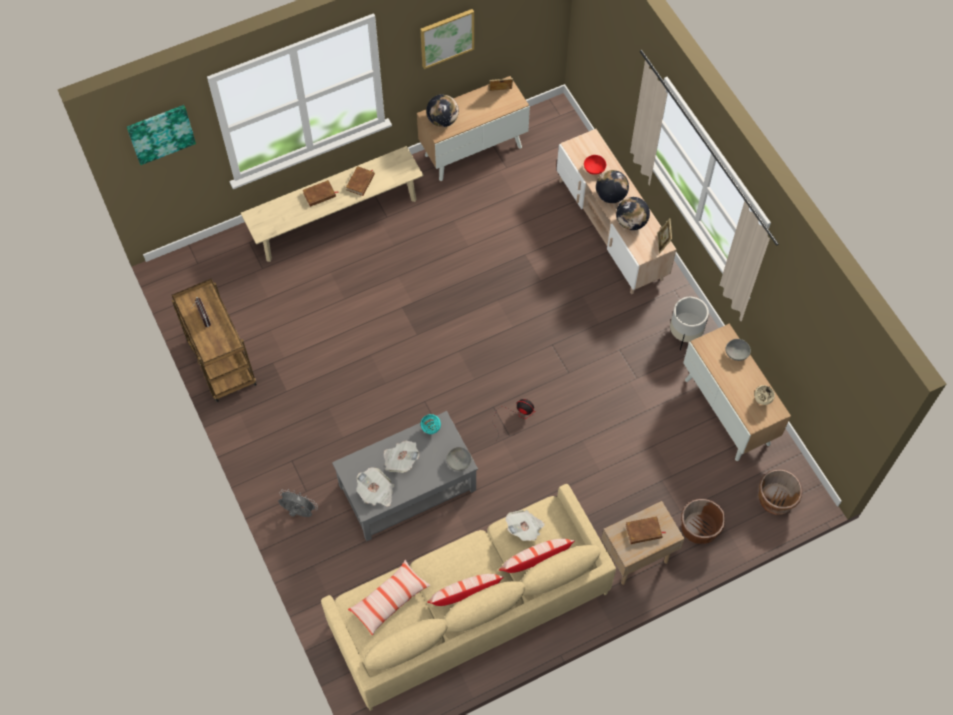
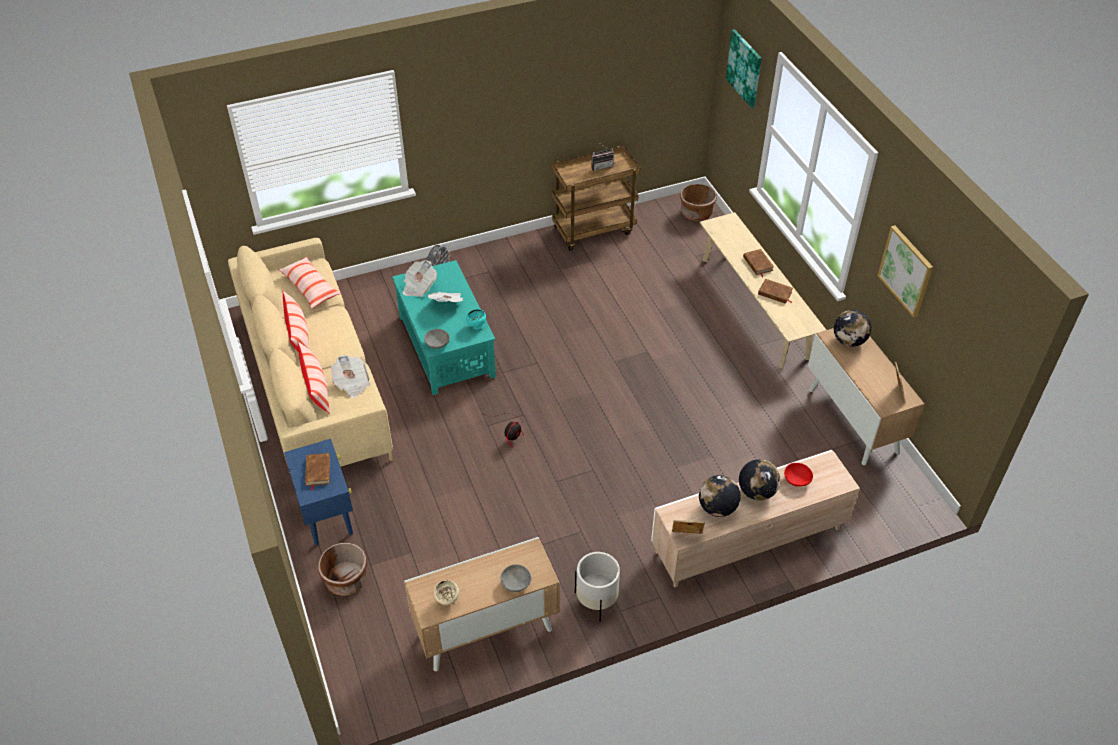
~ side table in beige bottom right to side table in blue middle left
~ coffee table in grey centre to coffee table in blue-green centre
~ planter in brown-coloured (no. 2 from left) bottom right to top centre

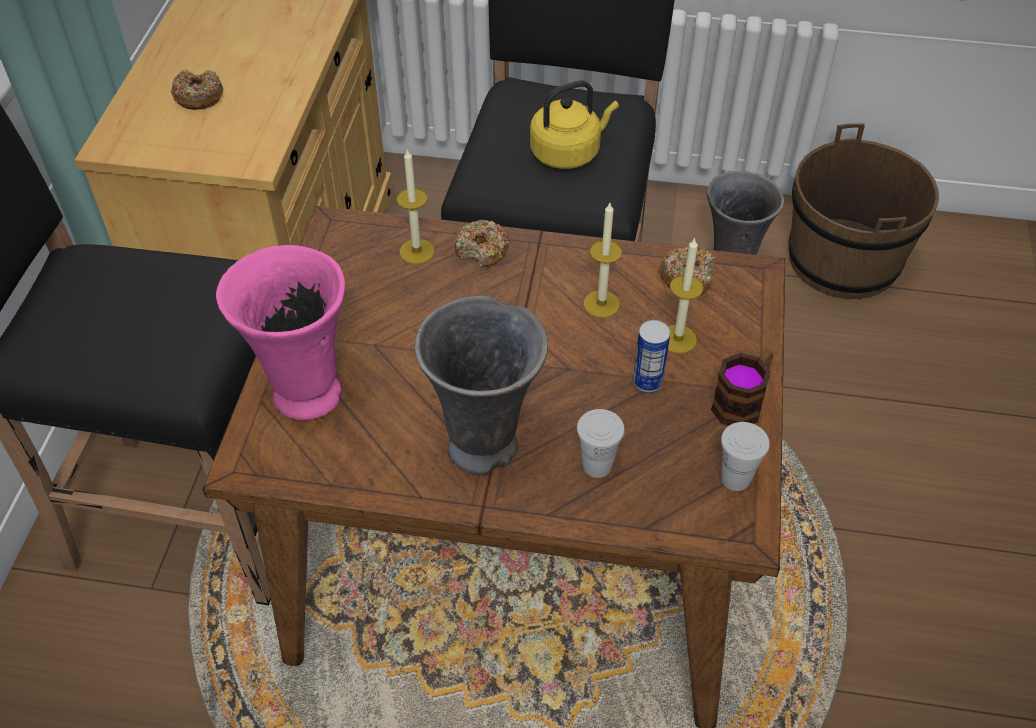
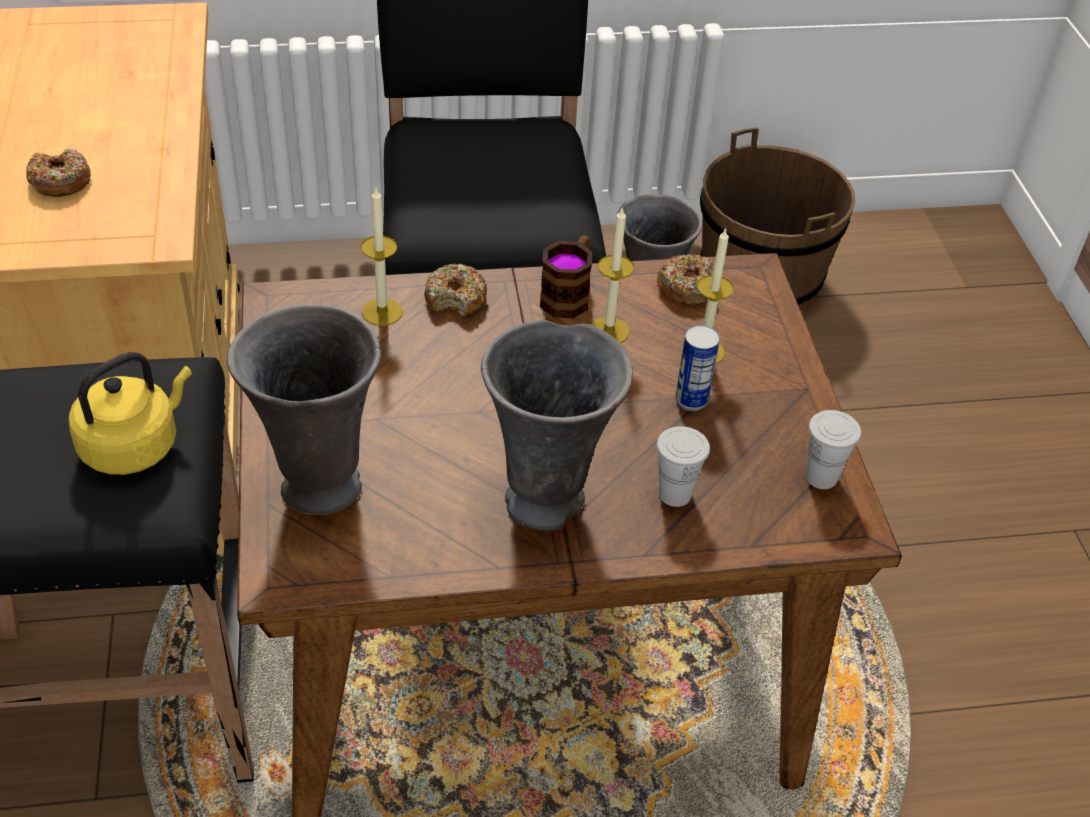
~ tea kettle in yellowish top centre to middle left
~ vase in pink middle left to vase in grey (no. 1 from left) middle left
~ tea mug middle right to centre

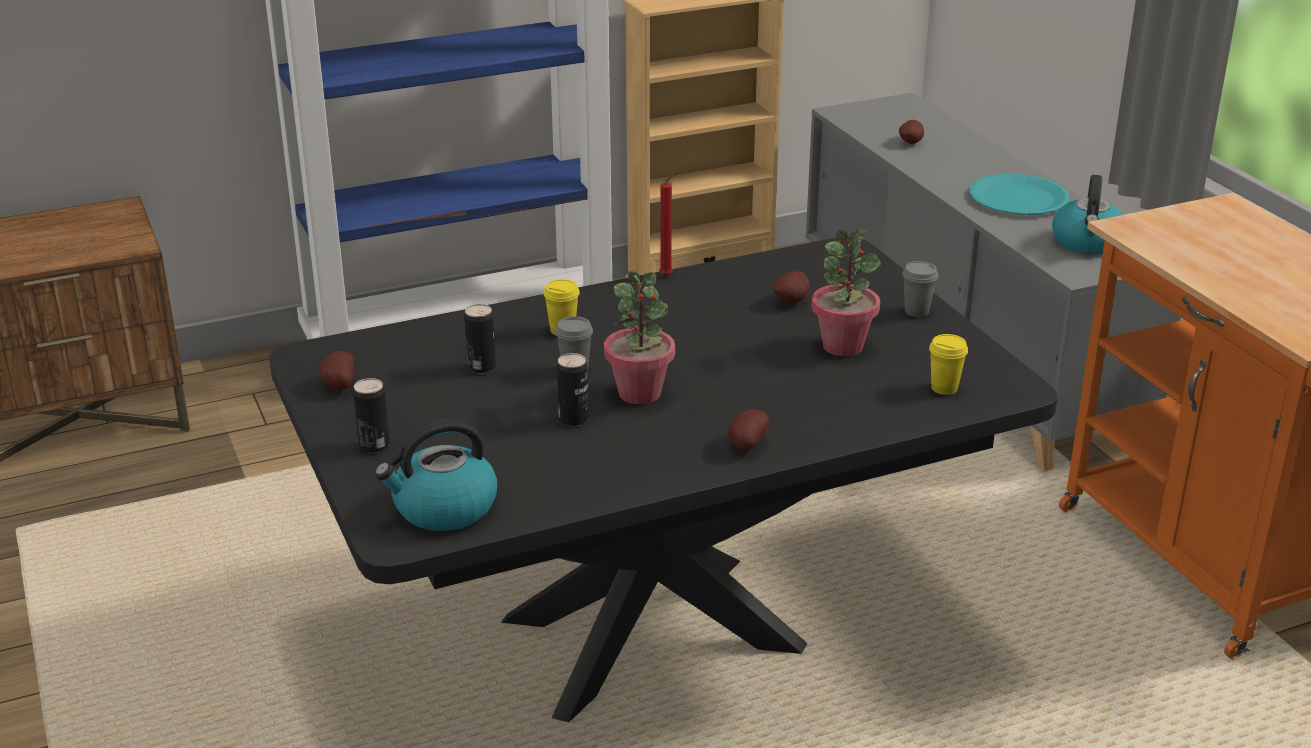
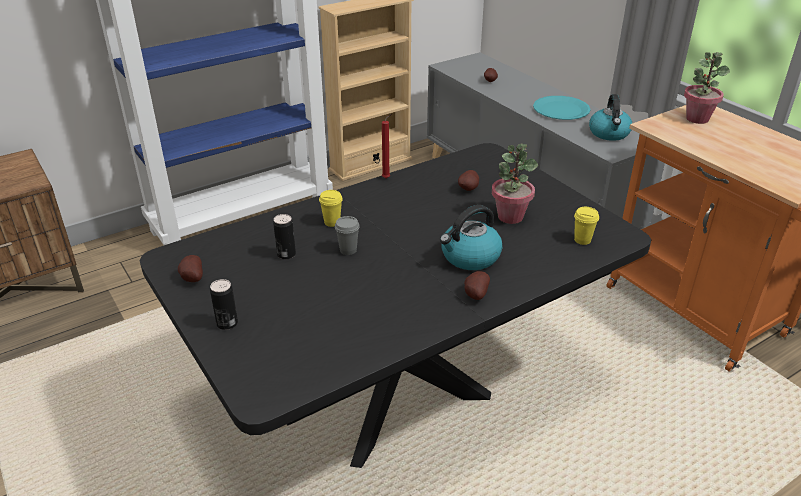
~ tea kettle (no. 1 from left) middle left to centre
~ potted plant (no. 1 from left in the first image) centre to potted plant (no. 2 from left) top right
- can (no. 3 from left) centre
- drinking cup in grey (no. 2 from left) middle right

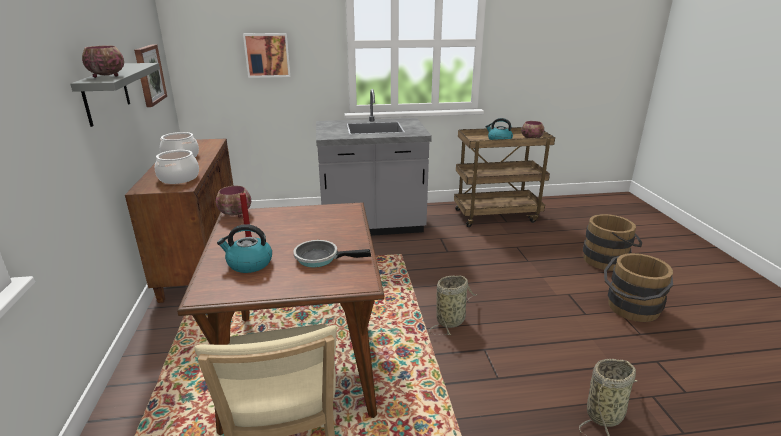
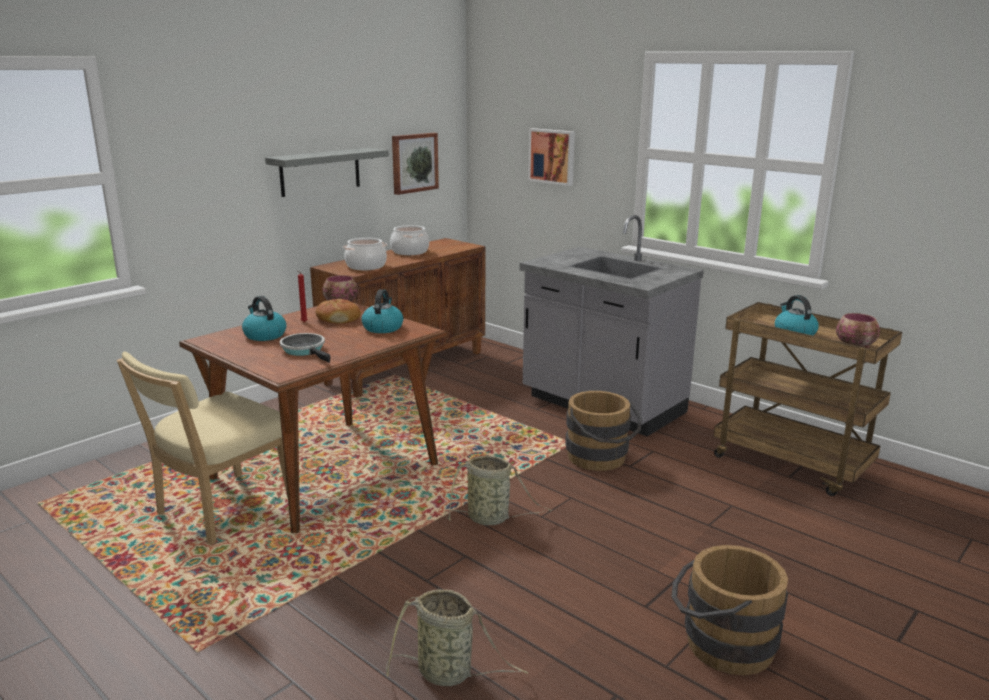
+ bread centre
+ tea kettle (no. 2 from left) centre
~ bucket in brown-coloured (no. 1 from left) middle right to centre
- bowl (no. 1 from left) top left

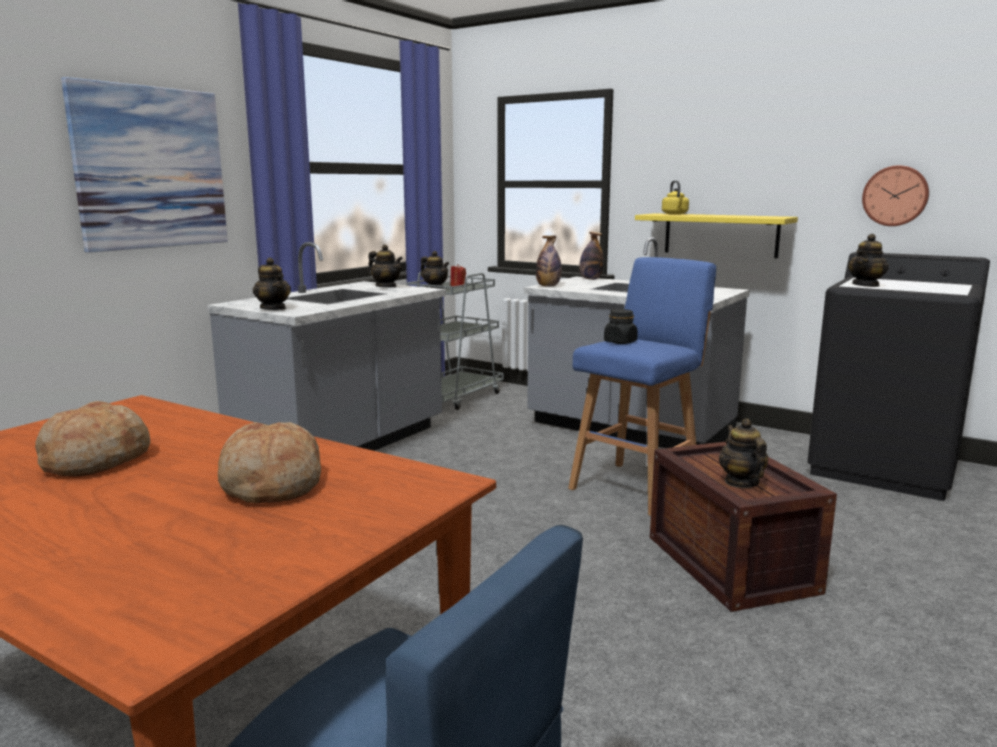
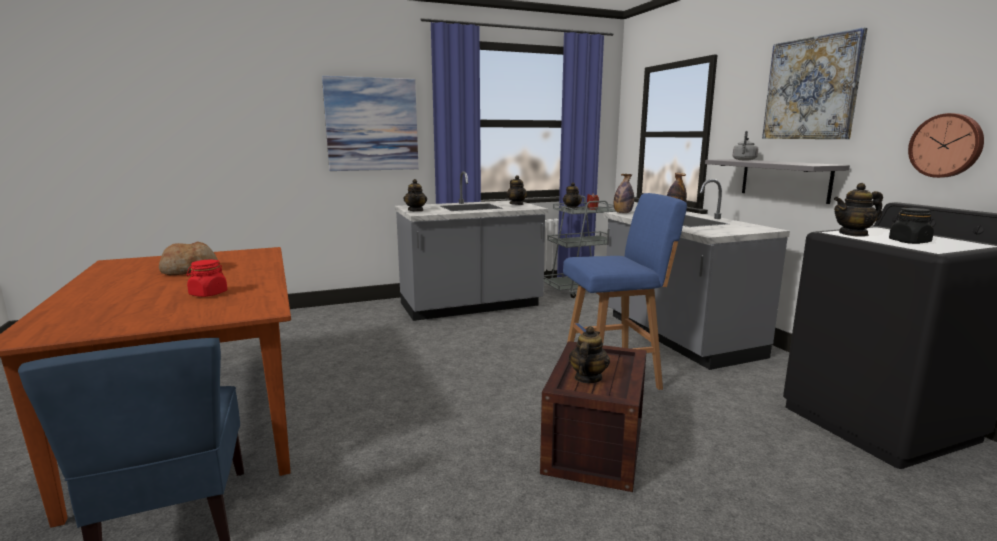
~ bread (no. 2 from left) middle left to storage jar in red-coloured middle left
~ bracket shelf in yellowish top right to bracket shelf in grey middle right
~ tea kettle in yellowish top right to tea kettle in grey top right
+ wall picture (no. 2 from left) top right
~ storage jar in black centre to middle right

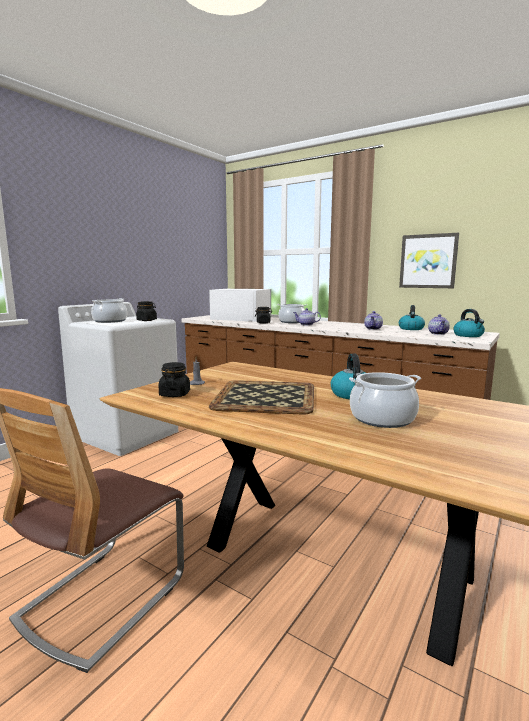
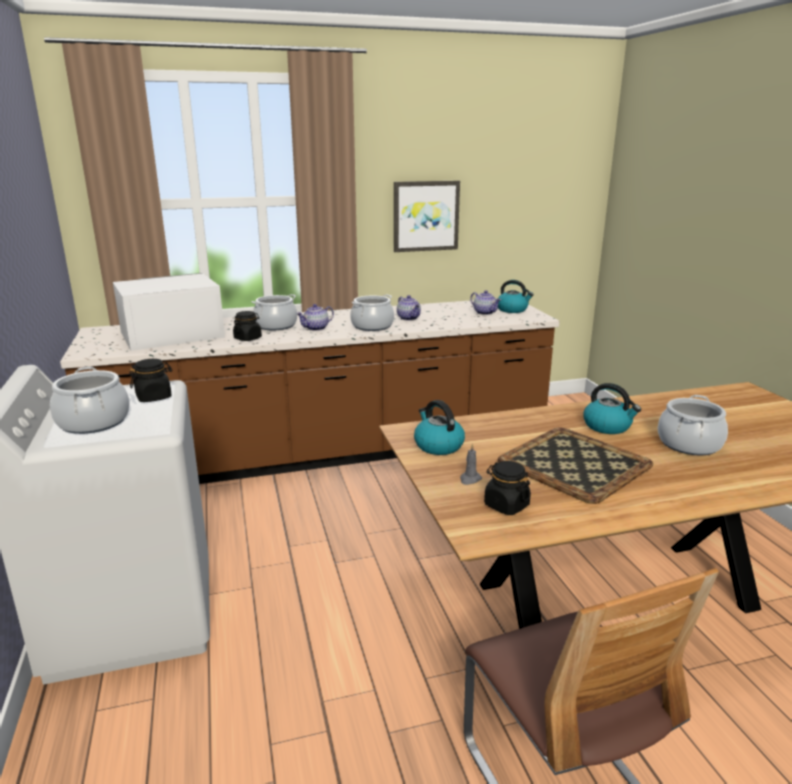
+ stockpot (no. 3 from left) centre
~ tea kettle (no. 2 from left in the first image) middle right to tea kettle (no. 1 from left) centre

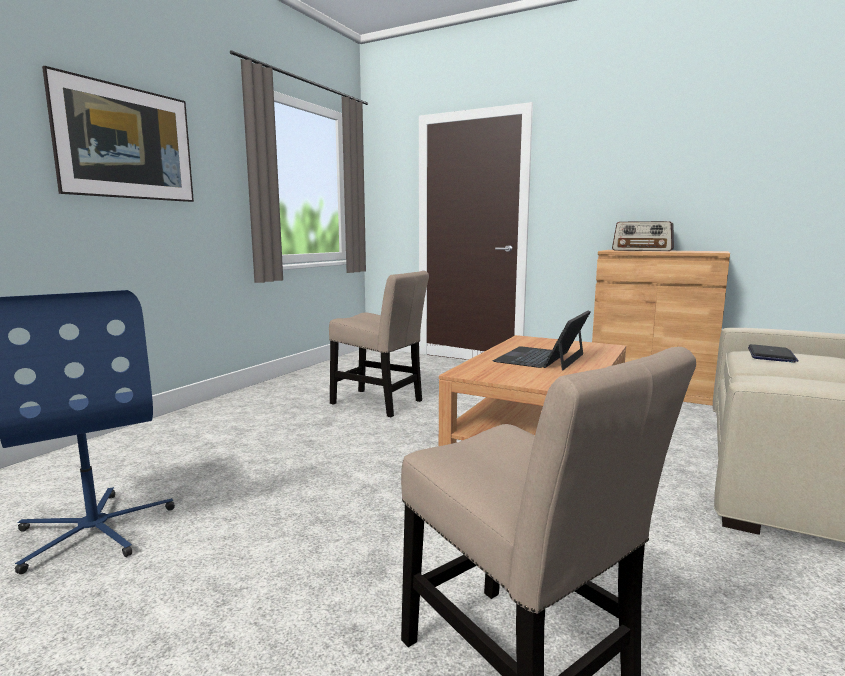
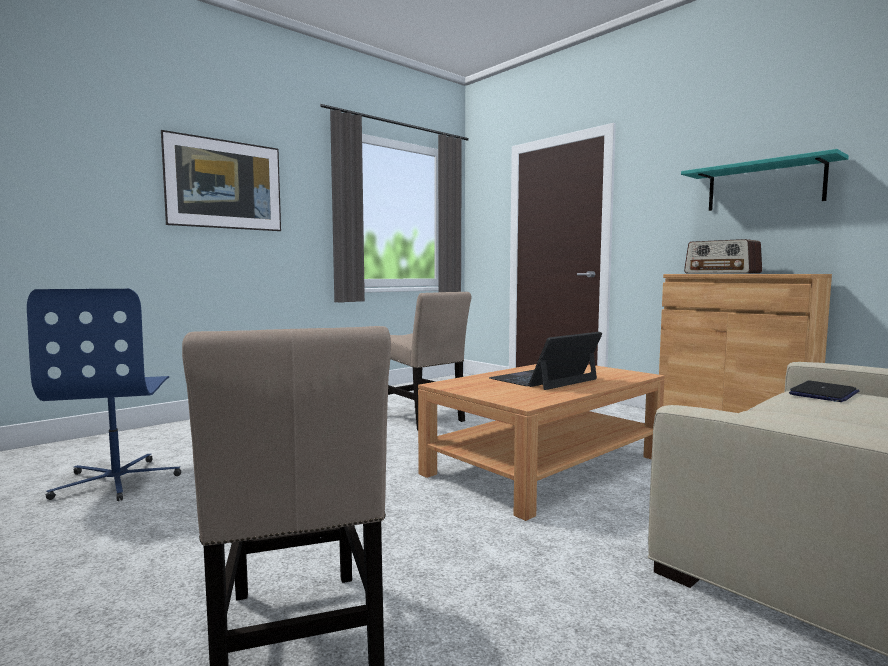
+ bracket shelf in blue-green top right

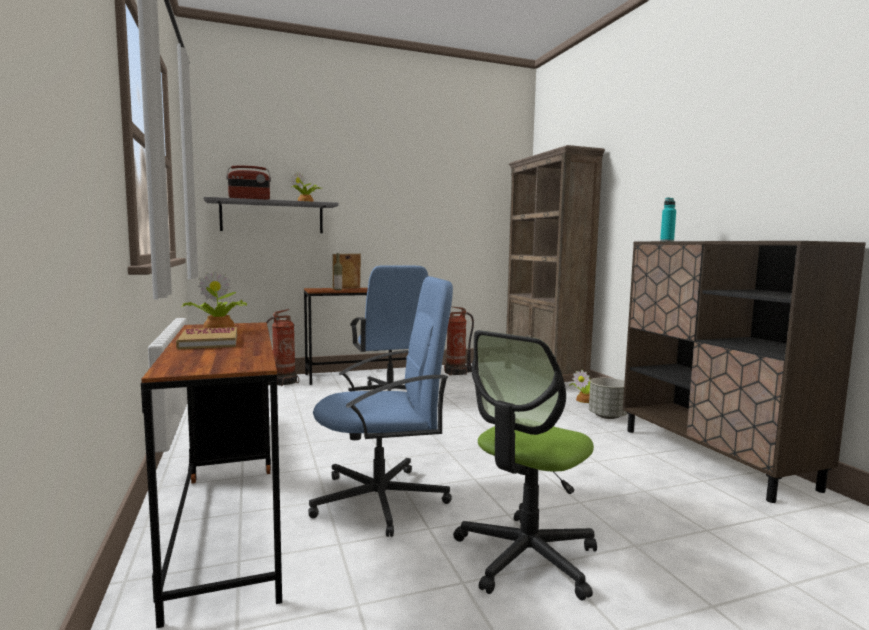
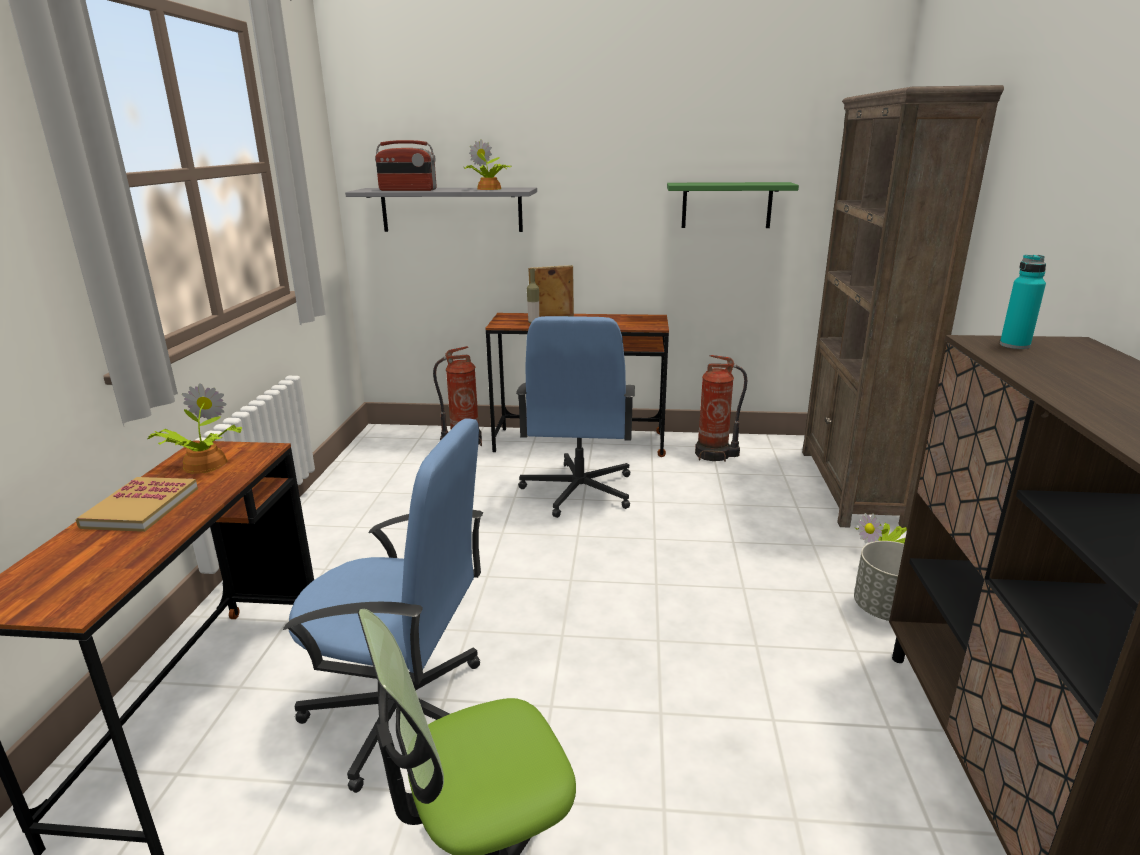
+ bracket shelf in green-coloured top centre

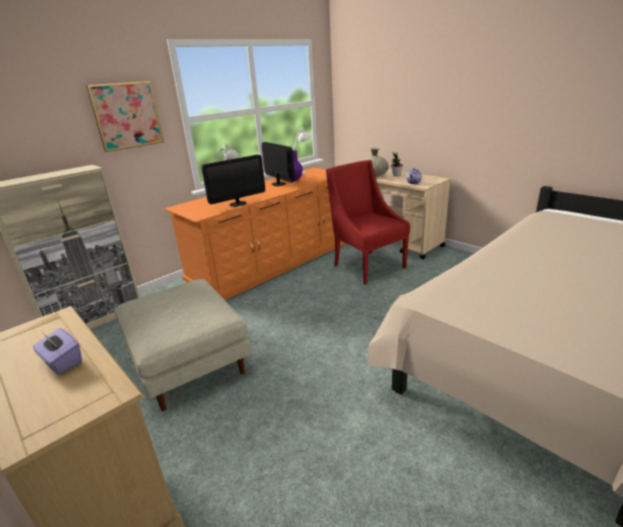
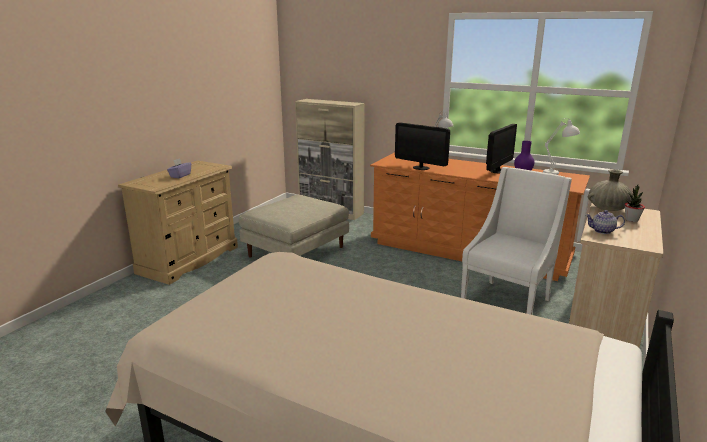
~ lounge chair in red-coloured centre to lounge chair in white-coloured middle right
- wall picture top left

